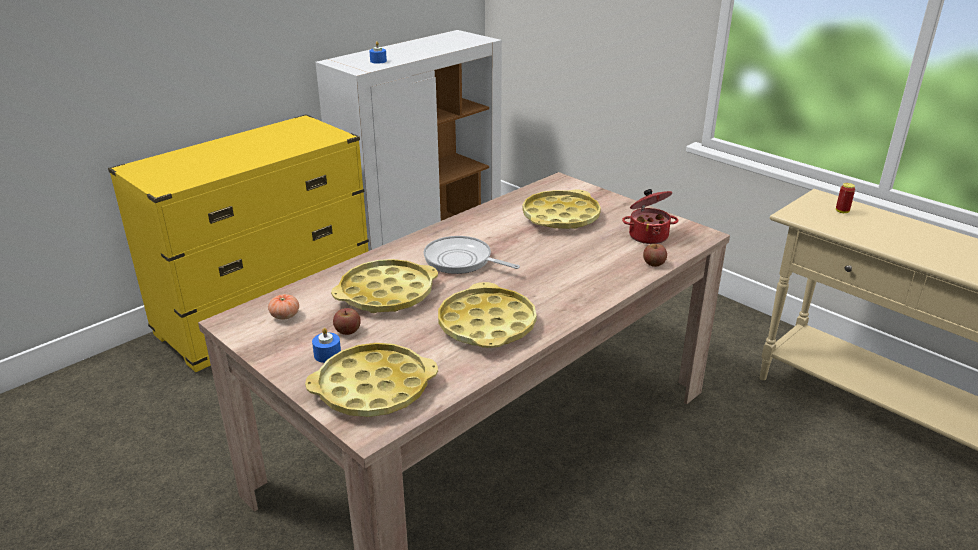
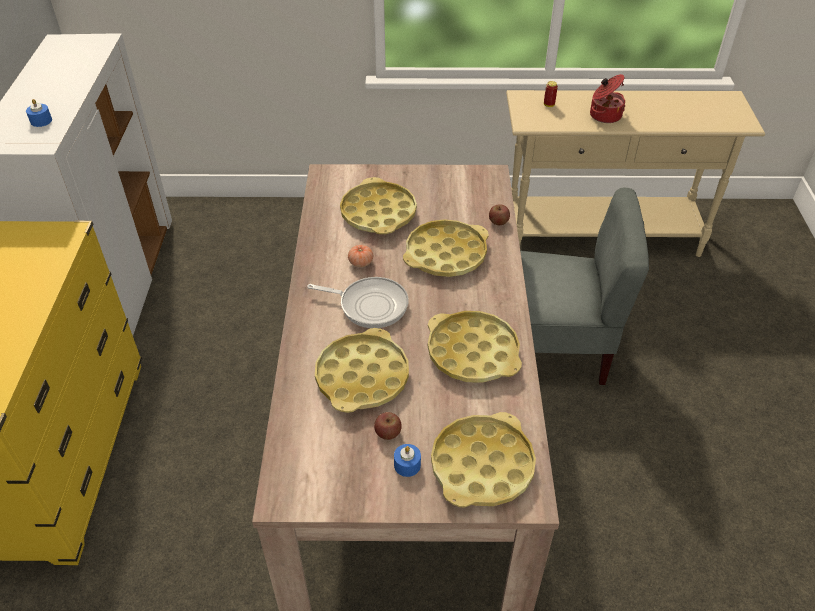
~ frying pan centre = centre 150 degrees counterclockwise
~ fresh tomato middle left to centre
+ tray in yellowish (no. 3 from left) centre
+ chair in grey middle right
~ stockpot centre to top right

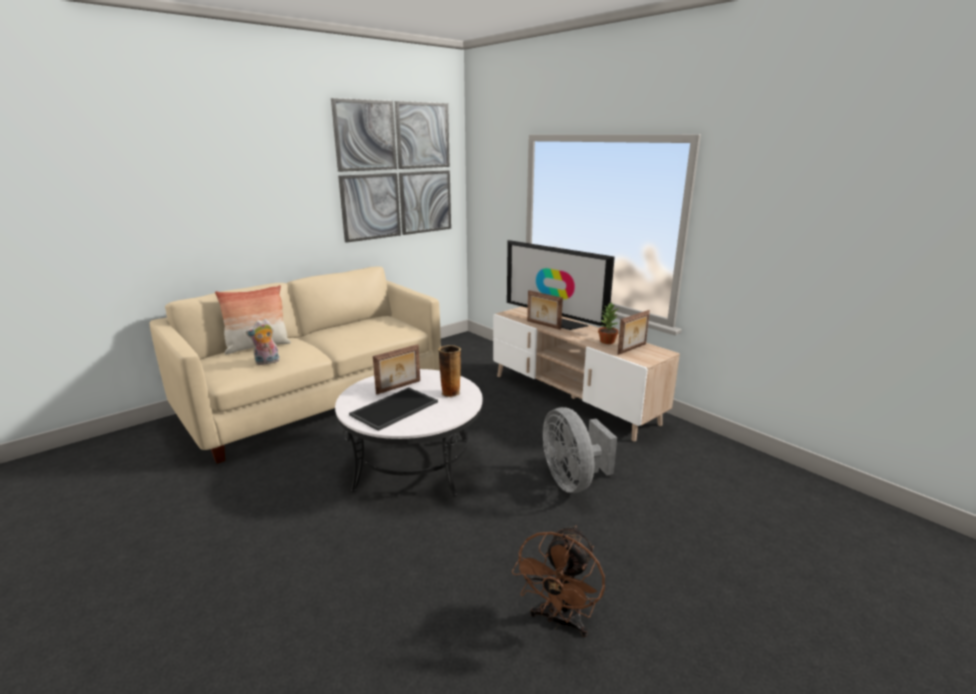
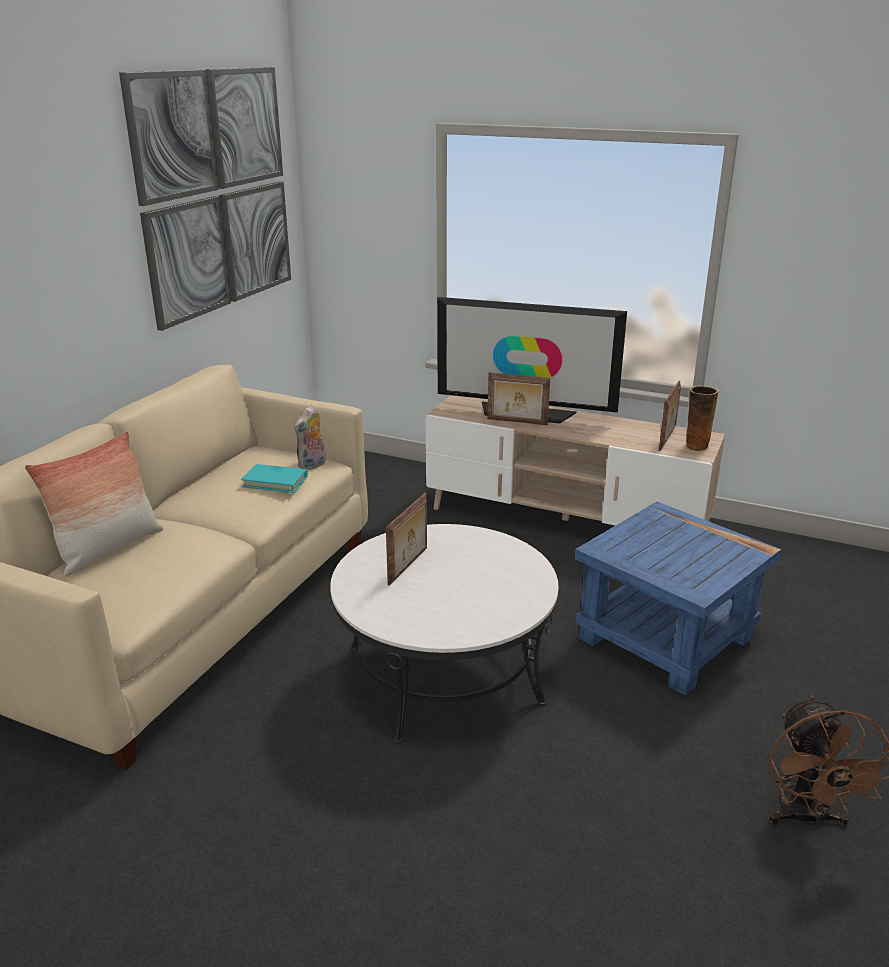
+ book in blue-green middle left
~ cuddly toy middle left to centre
~ electric fan in grey centre to side table in blue middle right
~ vase centre to middle right
- tray centre
- potted plant centre

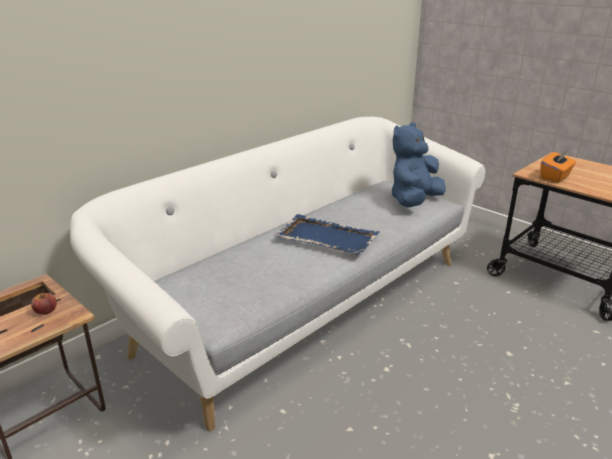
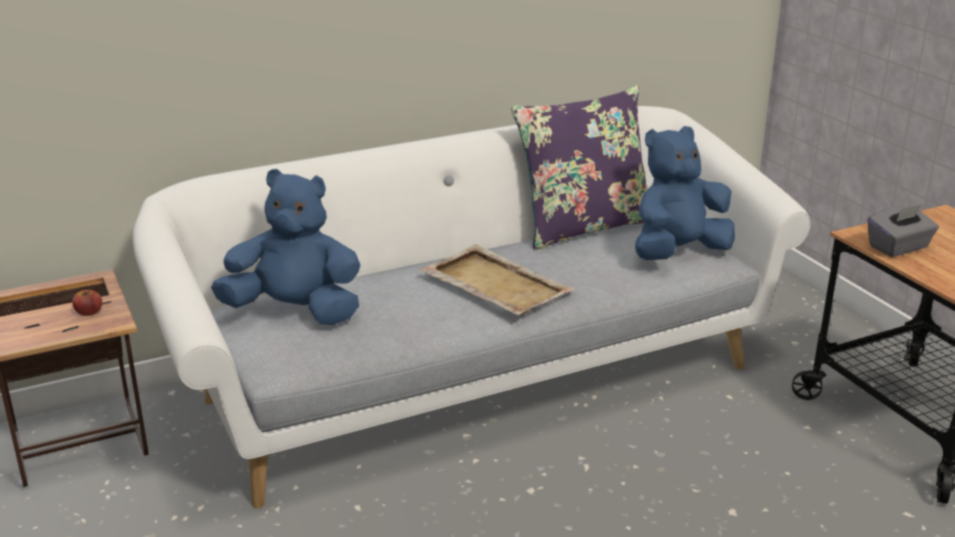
+ cuddly toy in blue (no. 1 from left) middle left
~ tray in blue centre to tray in beige centre
+ throw pillow in purplish top centre
~ tissue holder in orange middle right to tissue holder in grey middle right

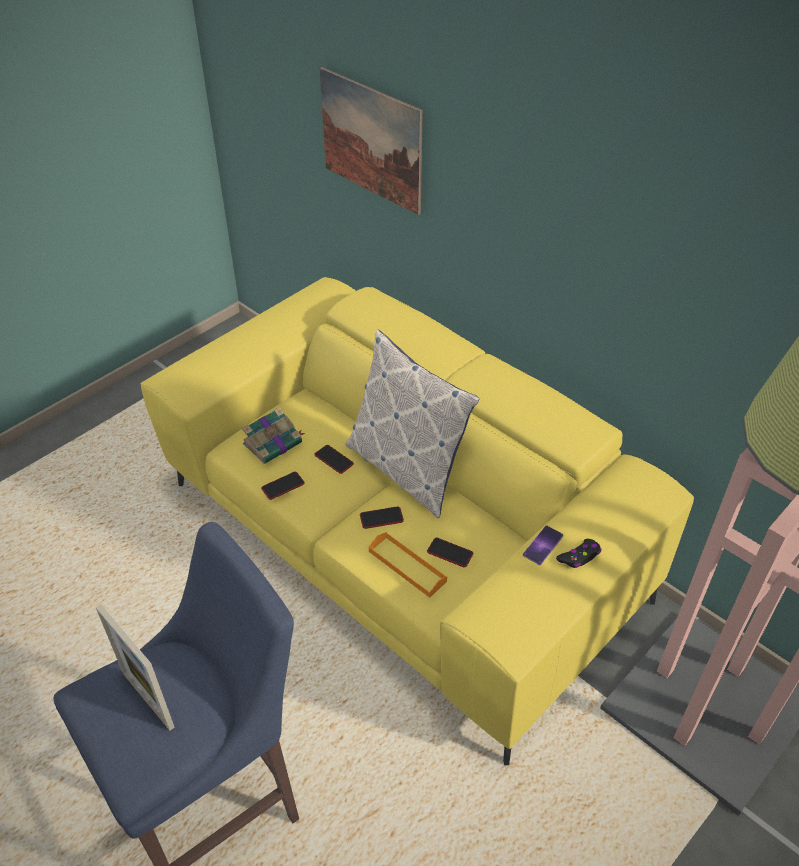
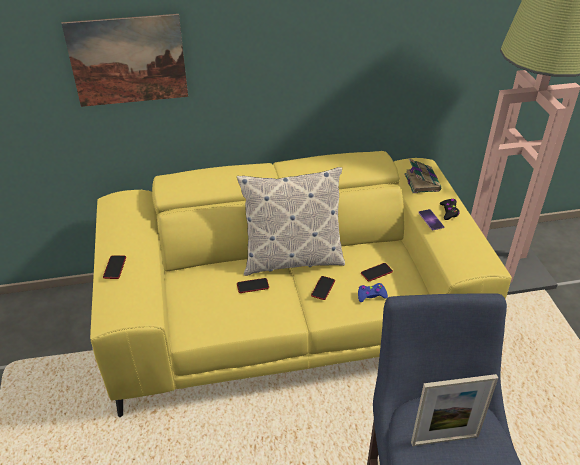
~ handset (no. 1 from left) centre to middle left
~ tray in orange centre to gamepad in blue centre
~ book centre to middle right

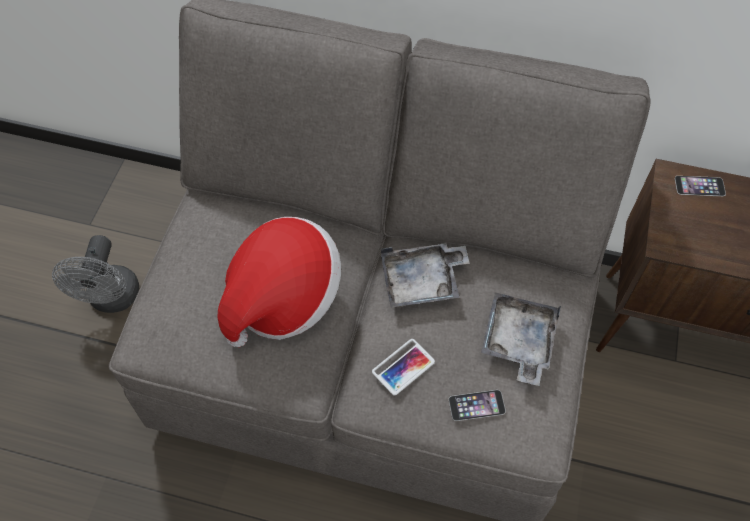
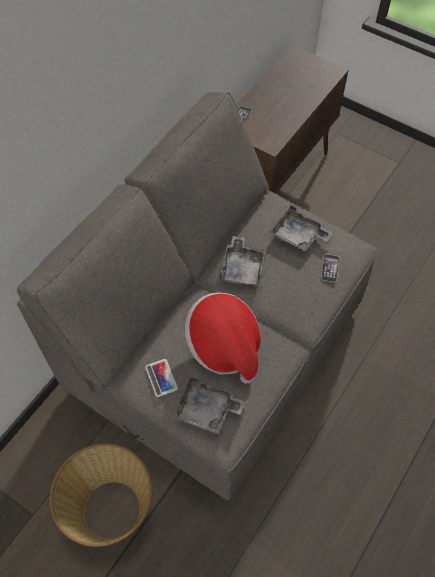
~ electric fan in grey middle left to storage basket bottom left
~ handset (no. 1 from left) bottom centre to centre
+ tray in grey (no. 1 from left) bottom centre

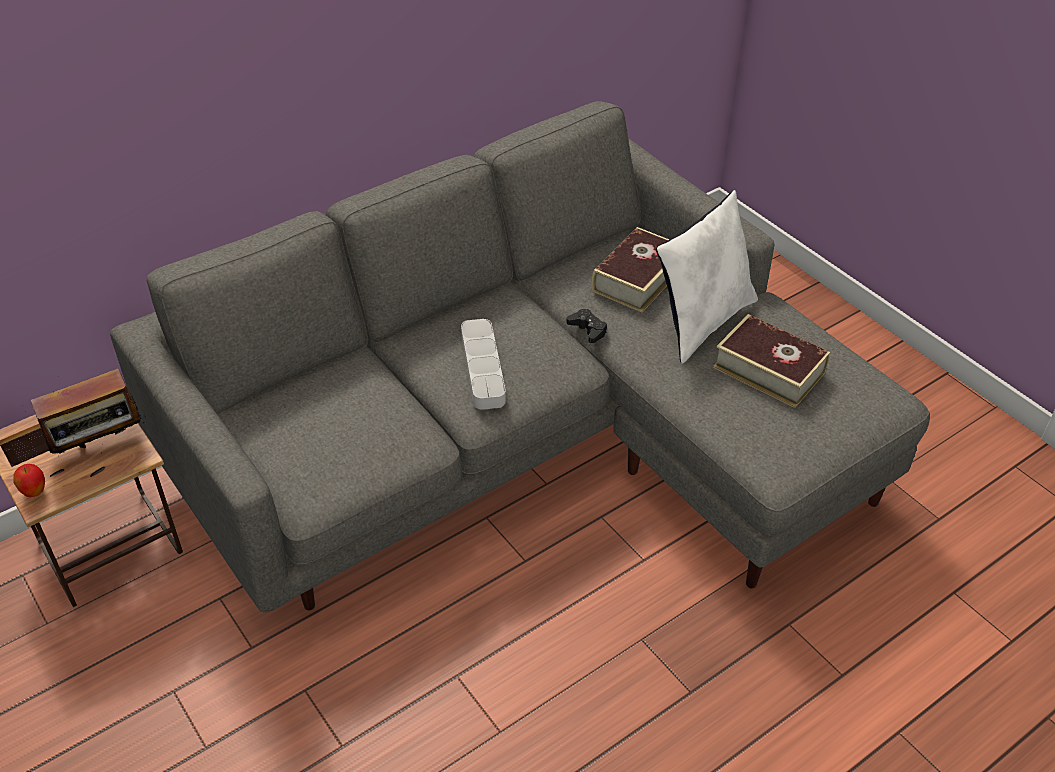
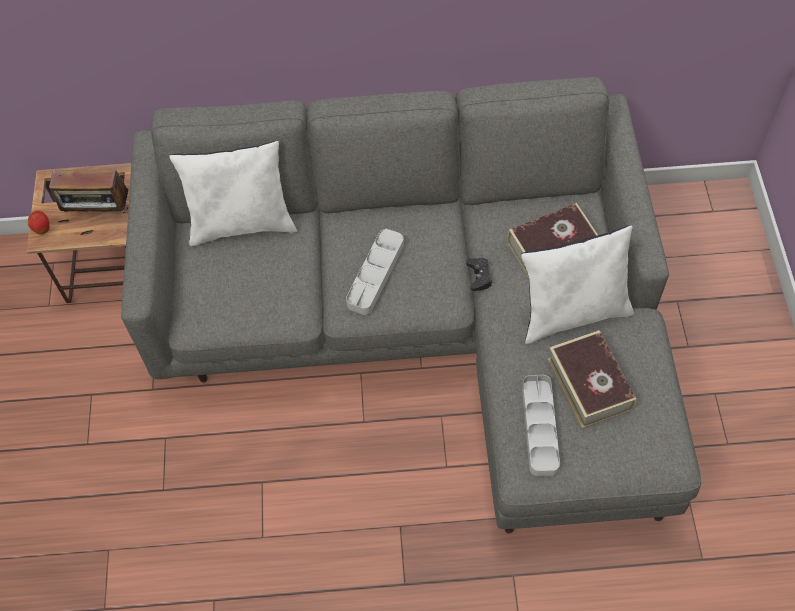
+ throw pillow in white-coloured (no. 1 from left) top left
+ tray in grey (no. 2 from left) bottom right

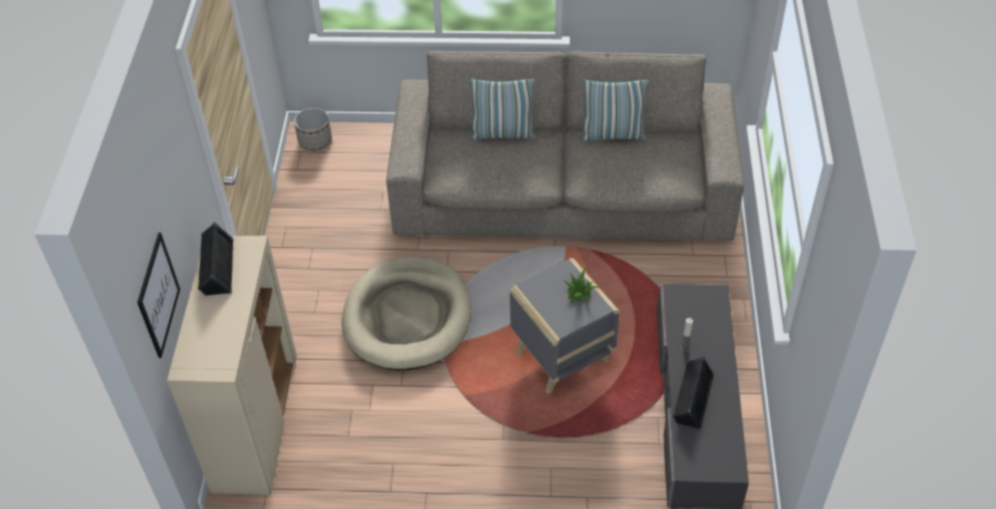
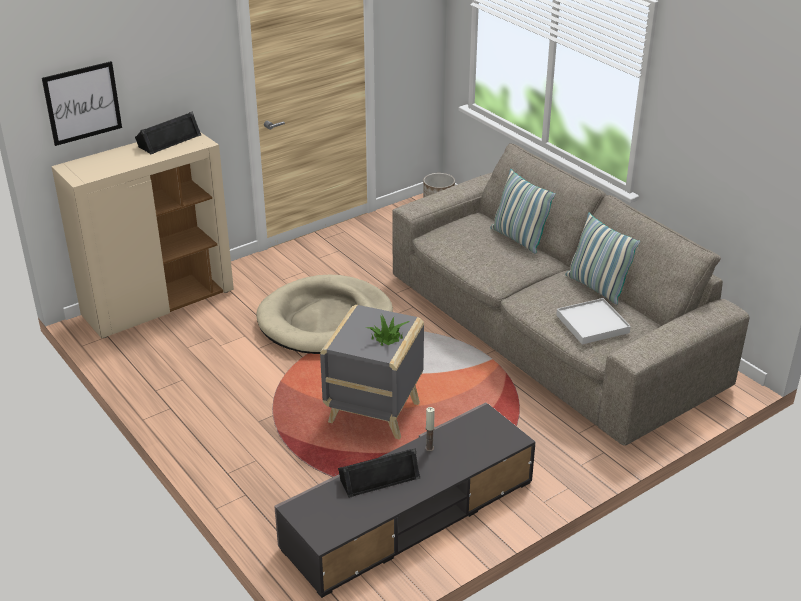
+ tray in white-coloured middle right

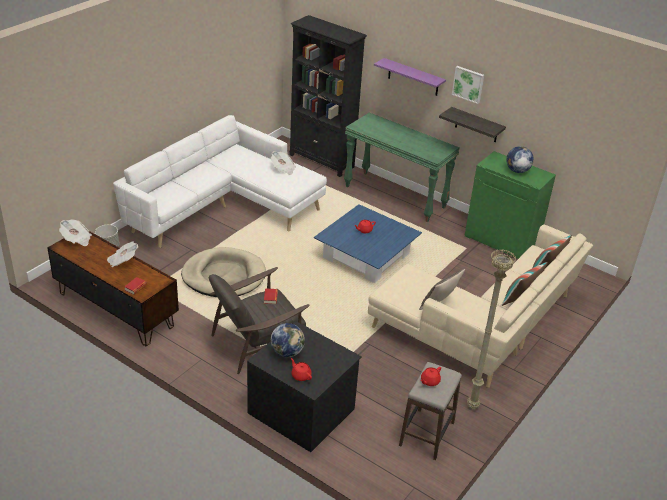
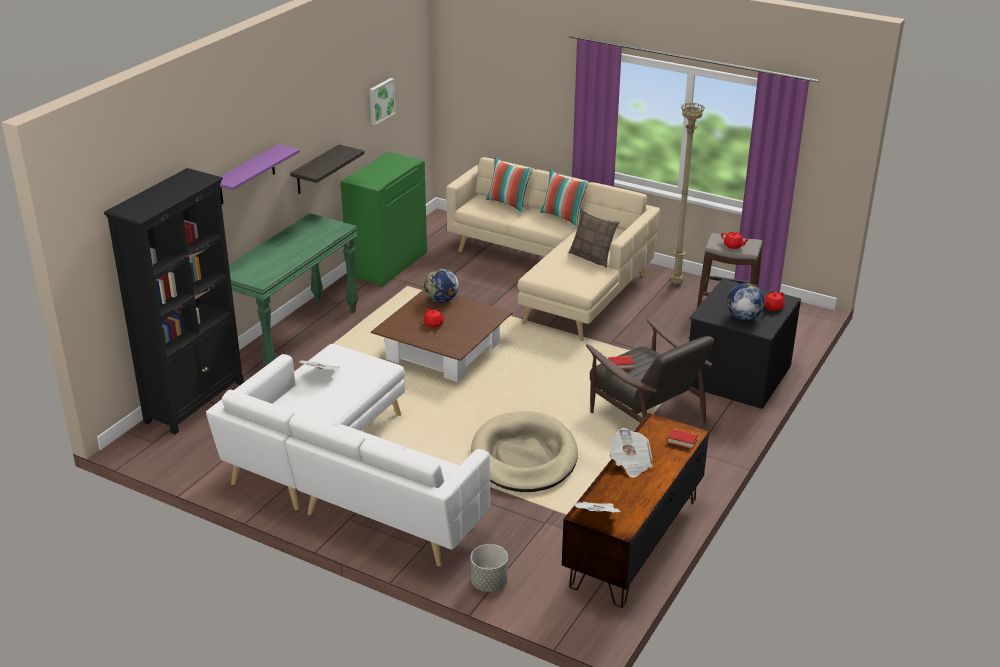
~ wall picture top right to top centre
~ coffee table in blue centre to coffee table in brown-coloured centre
~ desk globe (no. 2 from left in the first image) top right to desk globe (no. 1 from left) centre

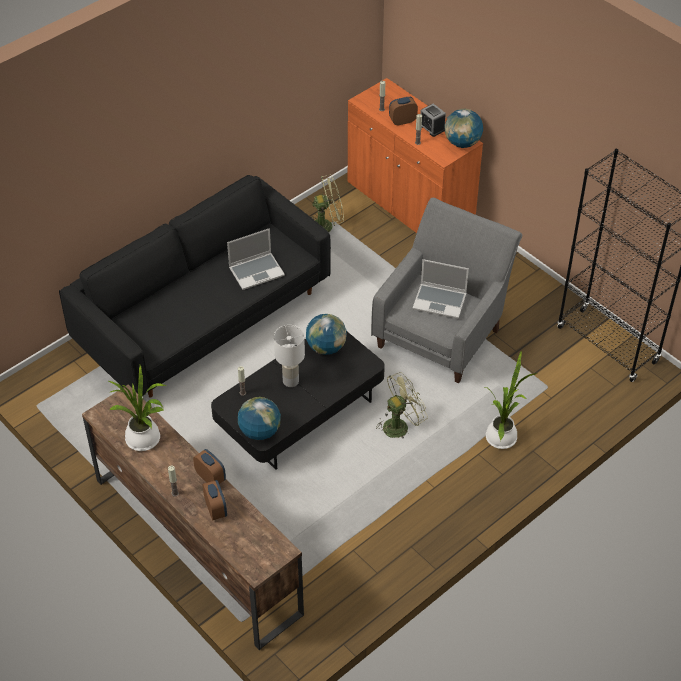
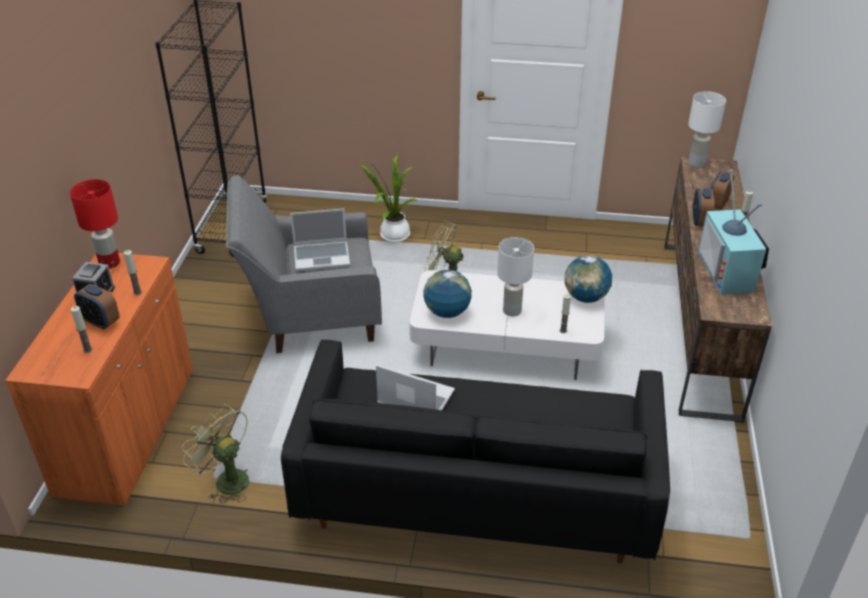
~ desk globe (no. 3 from left) top right to lamp for a table in red-coloured middle left
~ laptop (no. 2 from left in the first image) centre = centre 105 degrees clockwise
~ coffee table in black centre to coffee table in white-coloured centre
+ lamp for a table in white-coloured (no. 2 from left) top right
~ potted plant (no. 1 from left) middle left to television middle right

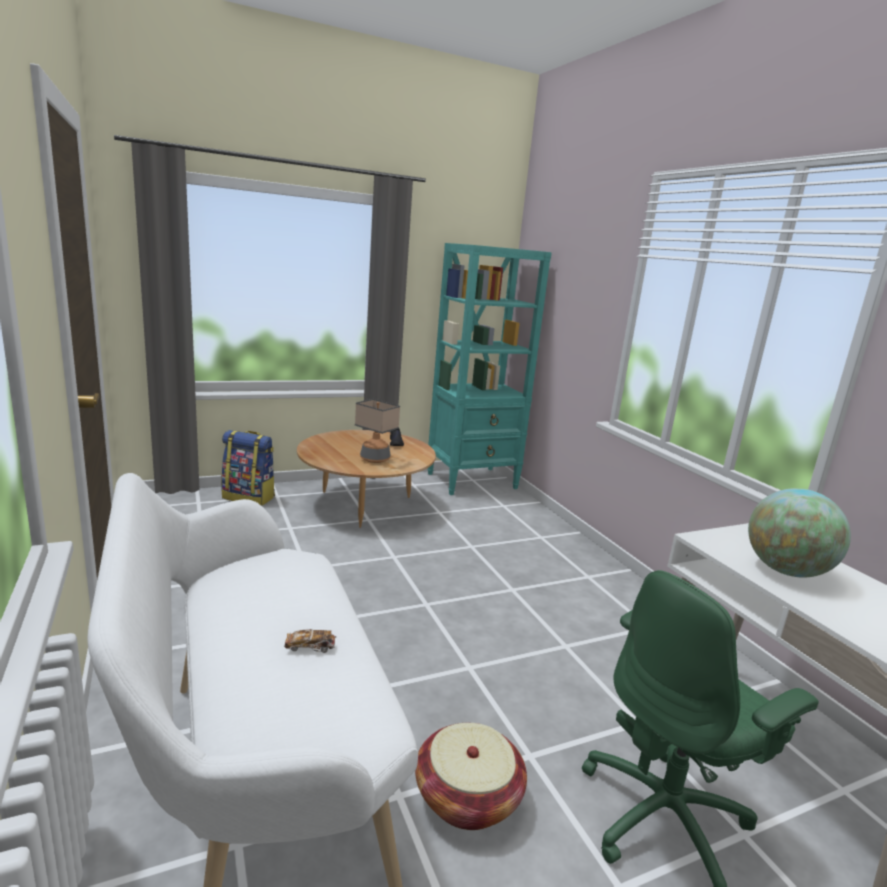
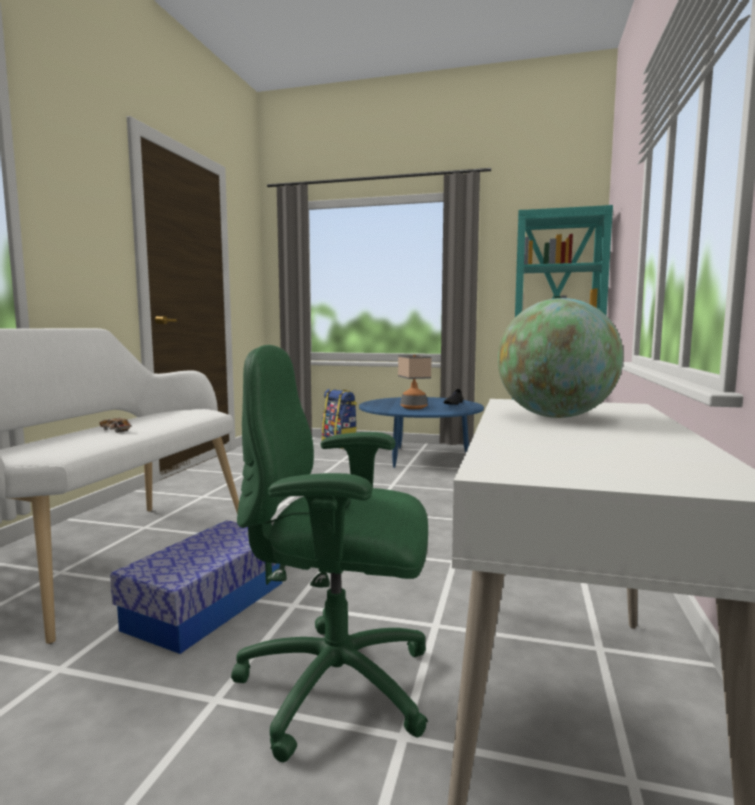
~ storage basket bottom centre to storage bin bottom left
~ coffee table in brown-coloured centre to coffee table in blue centre

